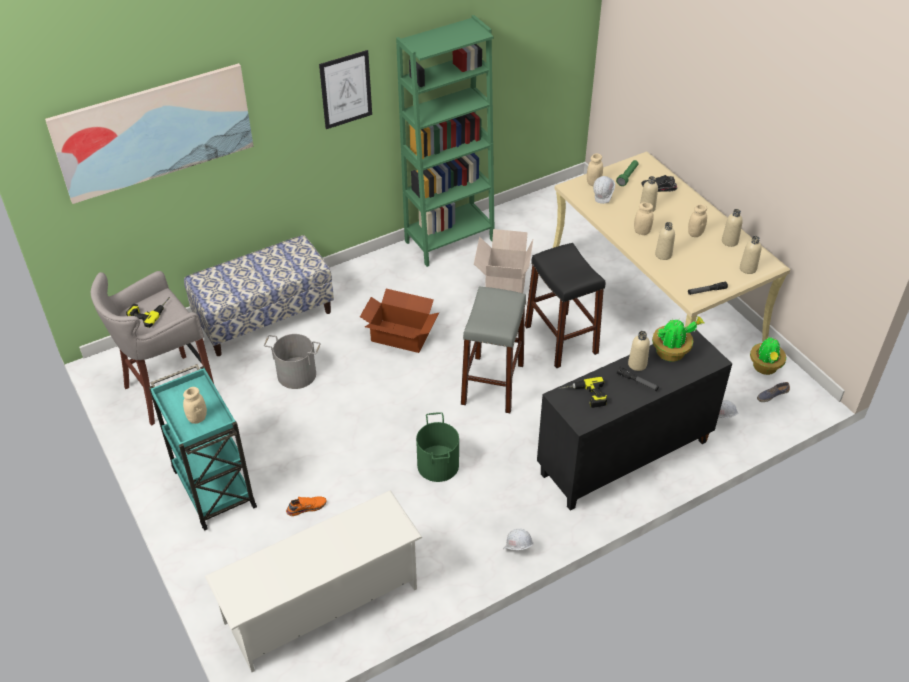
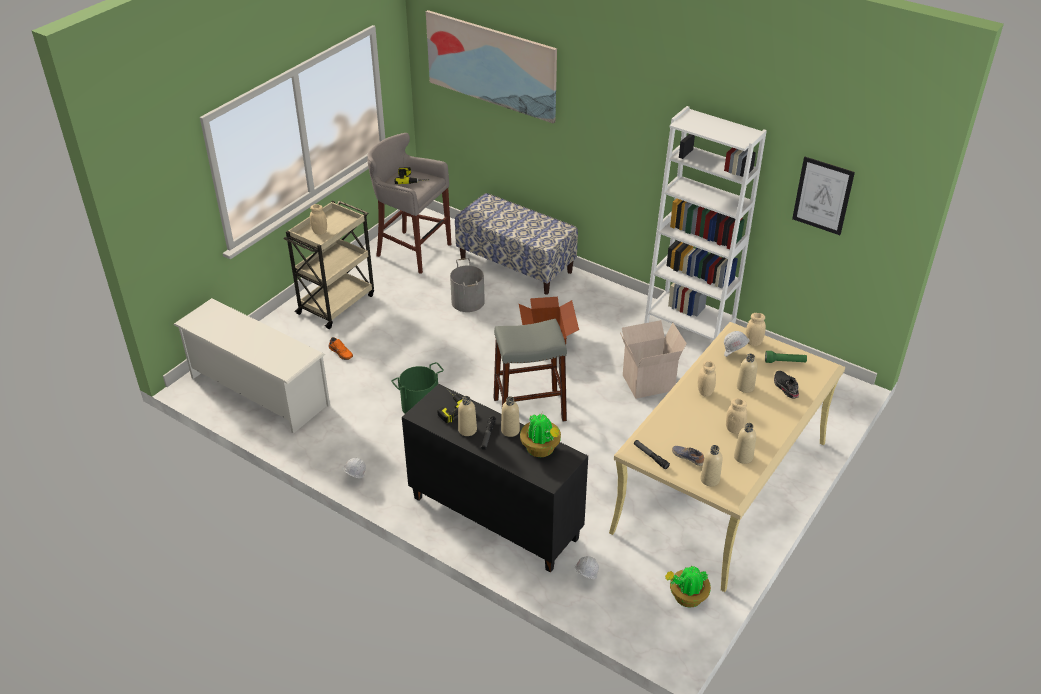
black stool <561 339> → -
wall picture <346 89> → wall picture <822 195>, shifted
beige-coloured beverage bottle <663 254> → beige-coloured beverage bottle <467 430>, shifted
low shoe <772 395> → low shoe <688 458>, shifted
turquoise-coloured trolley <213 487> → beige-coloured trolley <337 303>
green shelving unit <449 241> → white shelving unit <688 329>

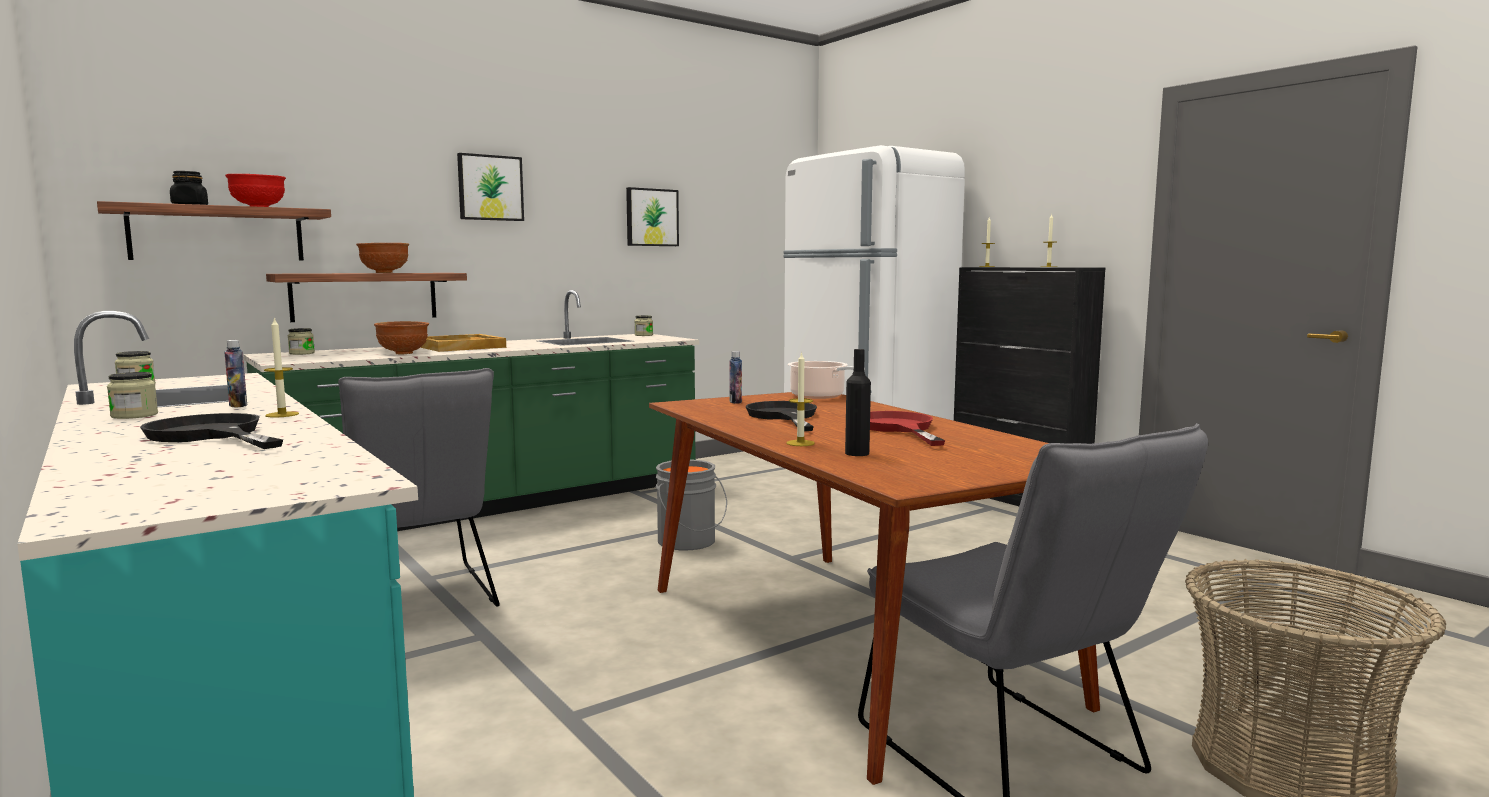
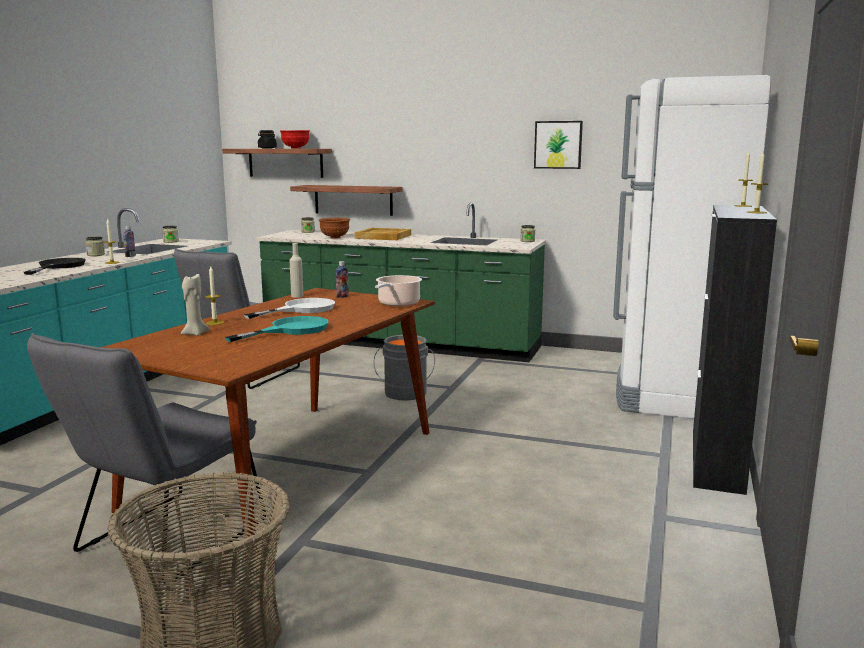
brown bowl <384 272> → -
wall picture <490 188> → -
- → beige-coloured beverage bottle <297 296>
black beverage bottle <857 453> → beige-coloured wax candle <194 334>
black pan <784 416> → white pan <301 309>
reddish pan <898 428> → turquoise-coloured pan <291 330>

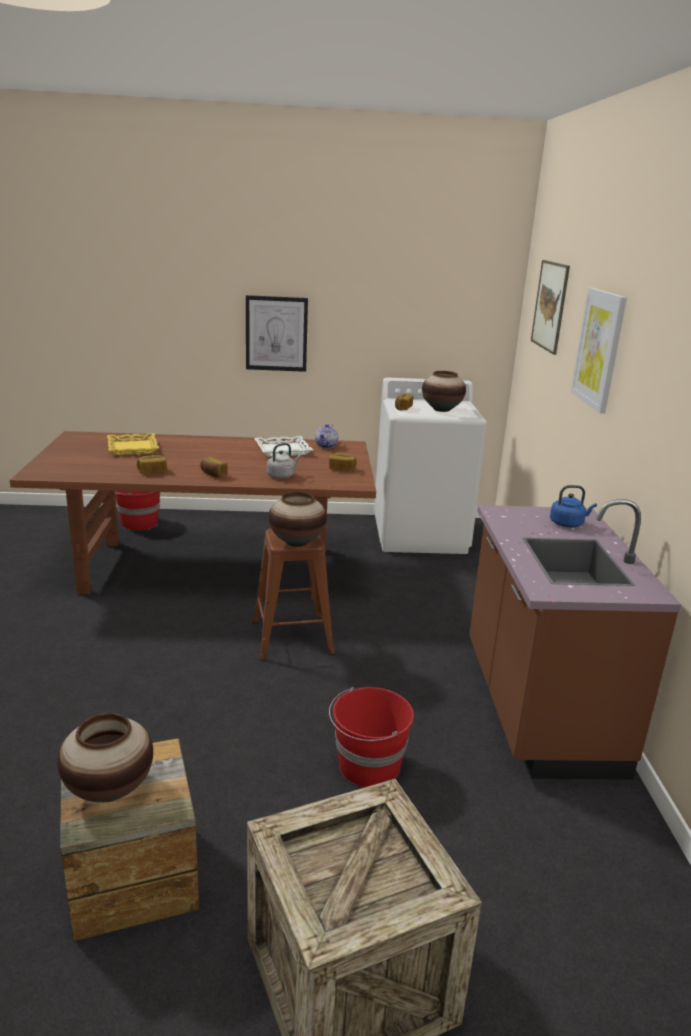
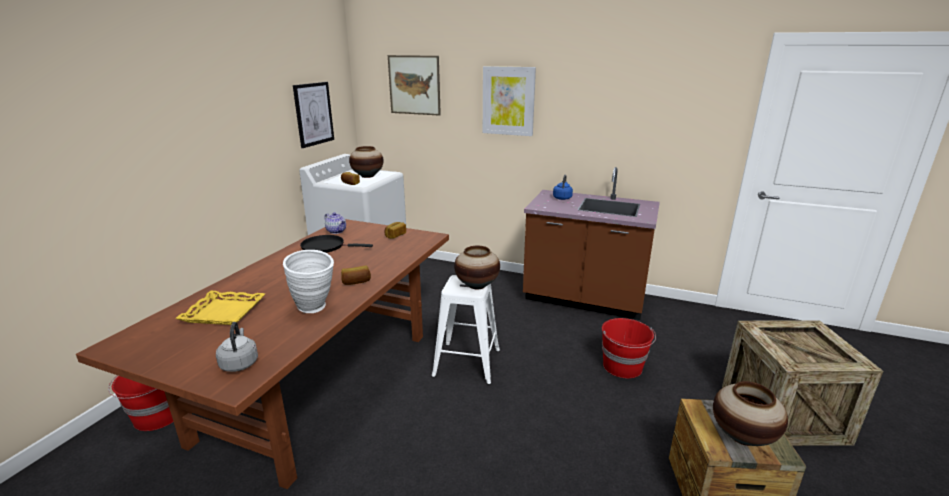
wall picture <276 333> → wall picture <313 114>, shifted
gray tea kettle <282 475> → gray tea kettle <239 363>, shifted
bread <152 471> → white flower vase <315 309>
white serving tray <283 450> → black pan <326 247>
brown stool <293 637> → white stool <468 362>

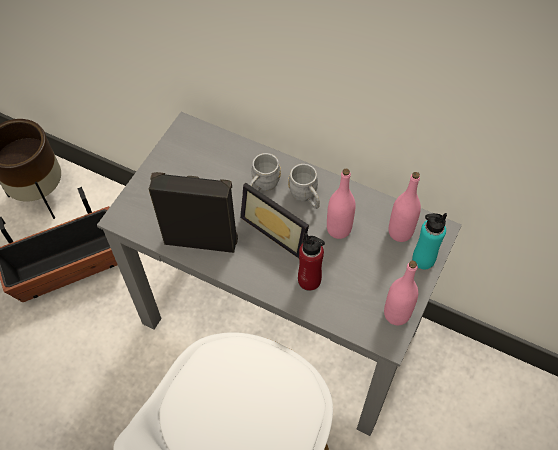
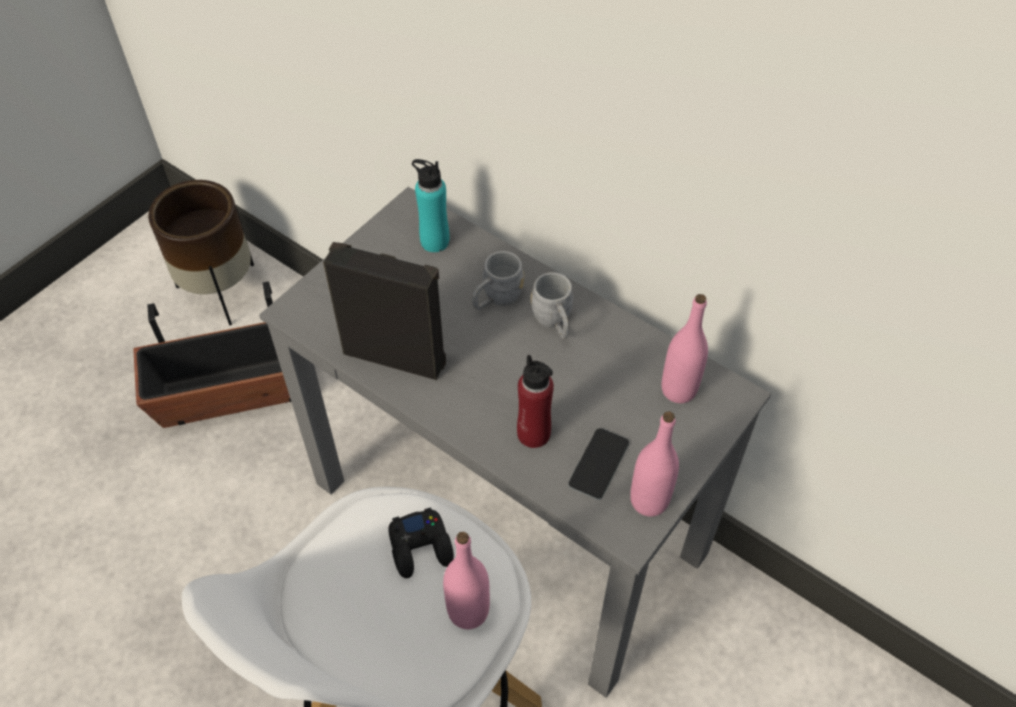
photo frame <278 228> → -
- → black gamepad <421 547>
- → telephone <598 464>
pinkish beverage bottle <338 229> → pinkish beverage bottle <468 611>, shifted
turquoise-coloured beverage bottle <423 259> → turquoise-coloured beverage bottle <434 241>, shifted

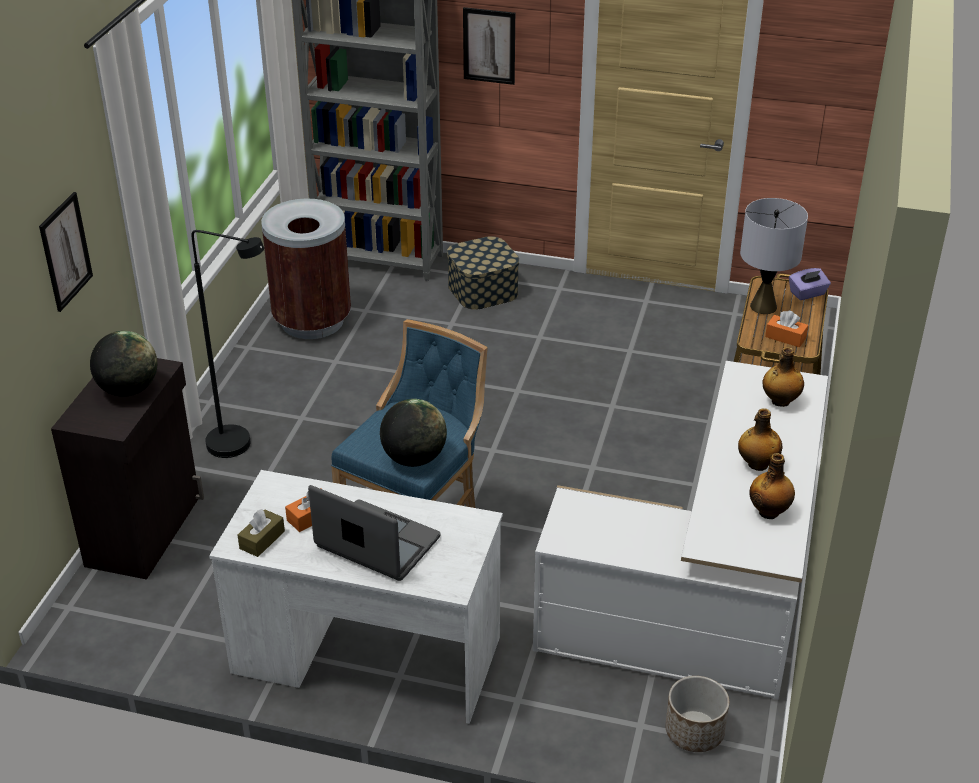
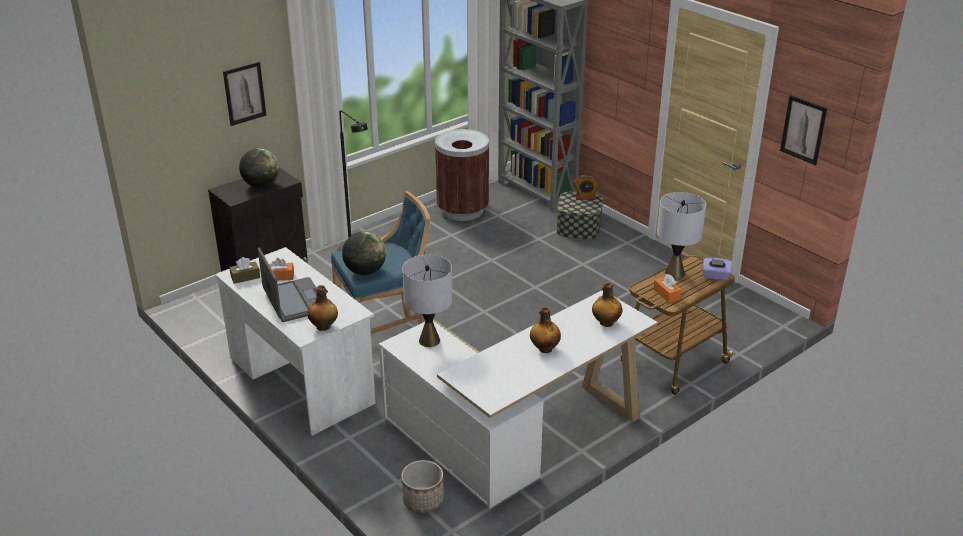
- → gray tabletop lamp <429 340>
- → alarm clock <585 197>
wall picture <489 46> → wall picture <803 130>, shifted
beverage bottle <769 512> → beverage bottle <324 327>, shifted

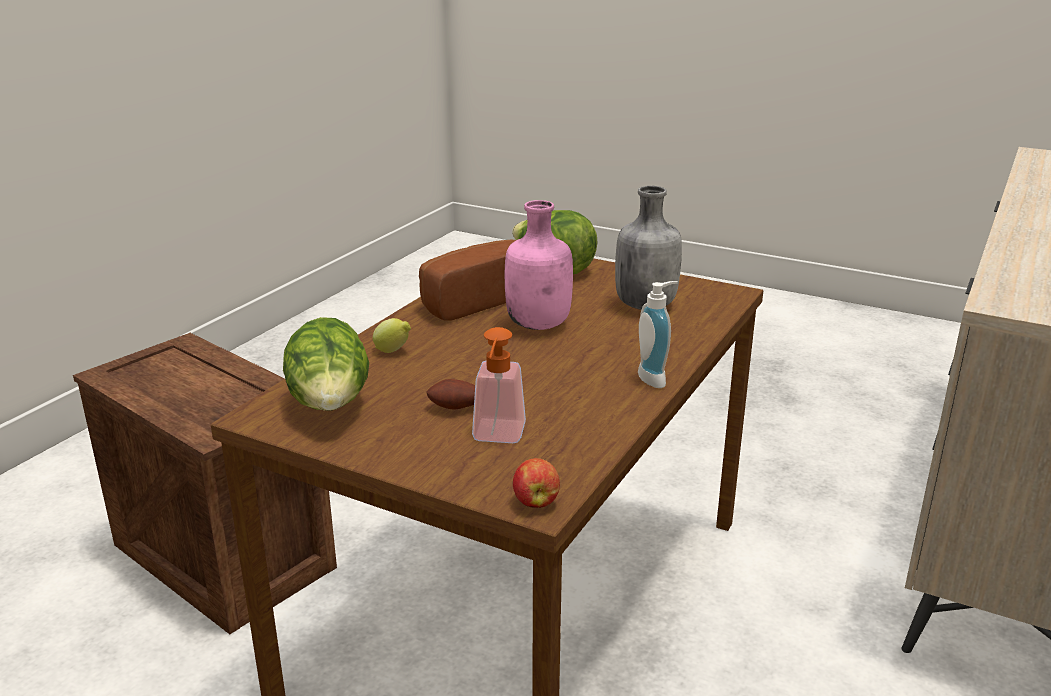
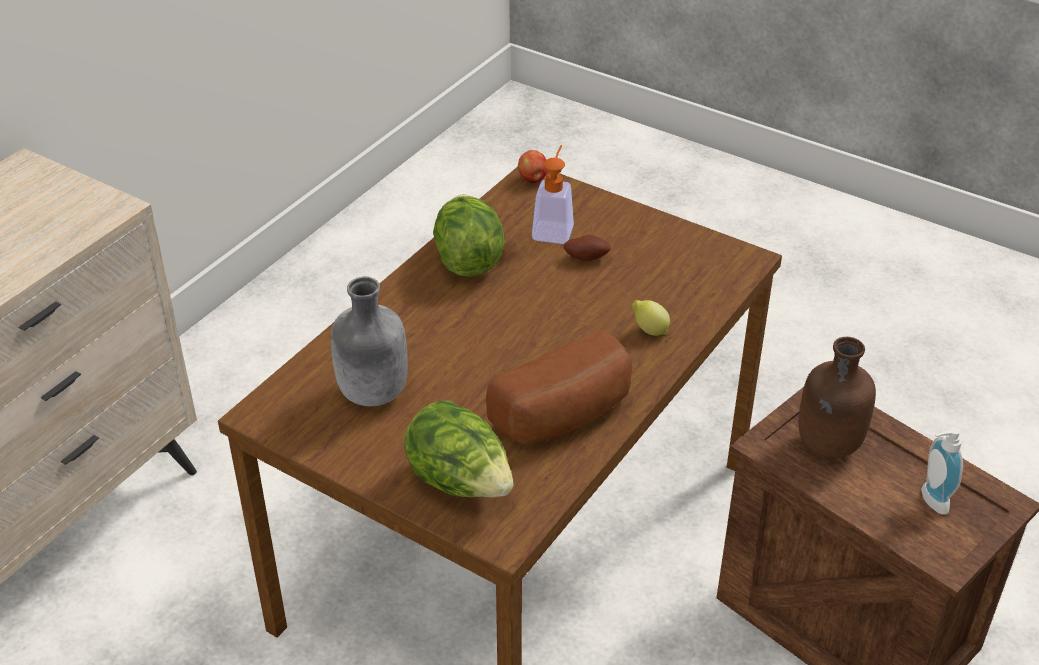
pinkish beverage bottle <540 324> → -
- → brown beverage bottle <827 444>
lettuce head <331 407> → lettuce head <468 259>, shifted
soap bottle <656 378> → soap bottle <930 501>, shifted

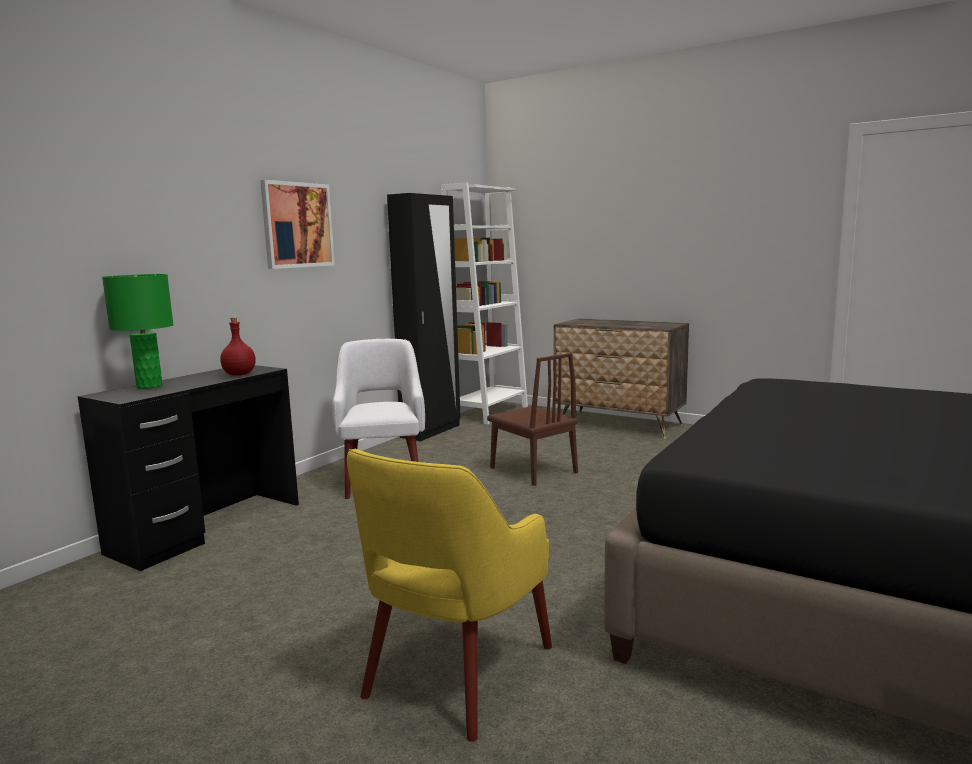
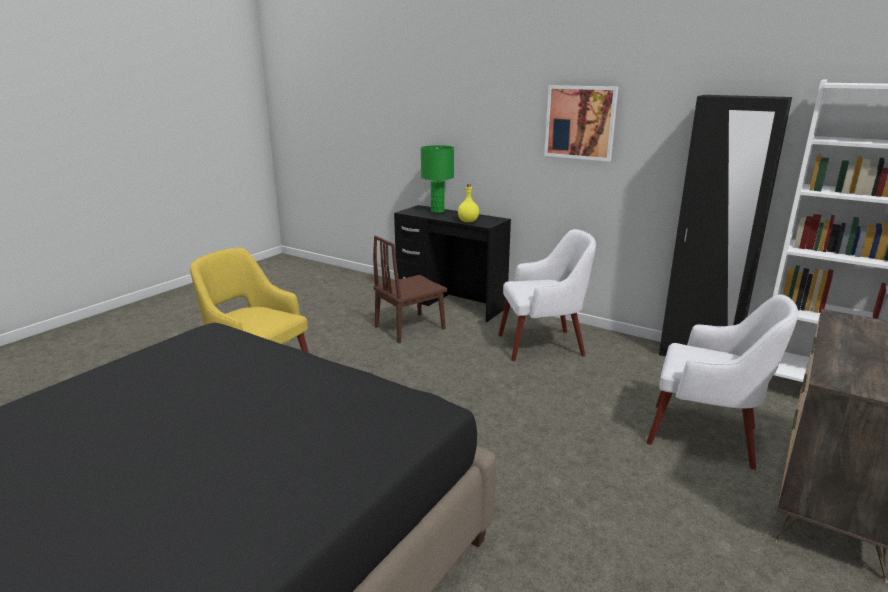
- → white easy chair <706 436>
brown plain chair <533 470> → brown plain chair <410 327>, shifted
reddish beverage bottle <239 374> → yellow-coloured beverage bottle <468 221>

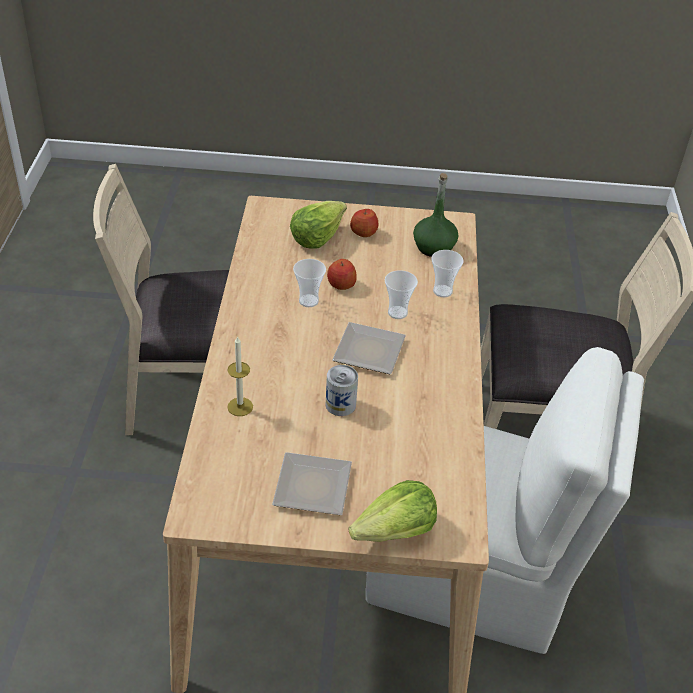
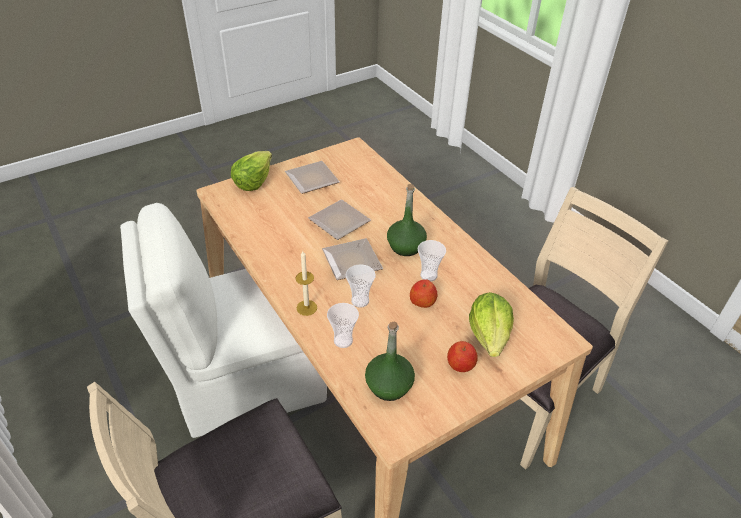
- → green beverage bottle <406 246>
wax candle <240 407> → wax candle <306 307>, shifted
metal can <340 404> → dinner plate <337 222>

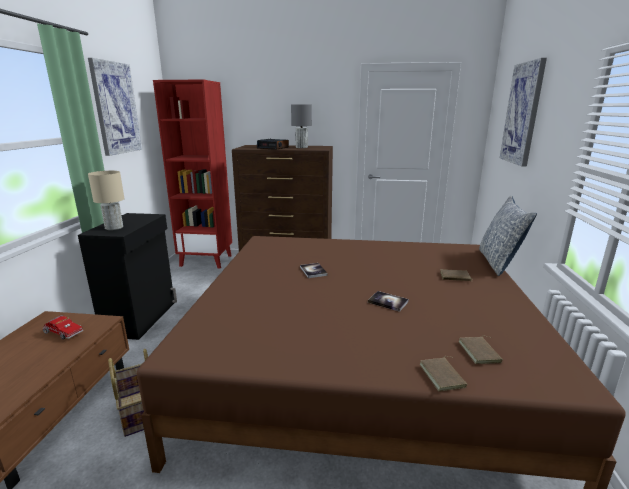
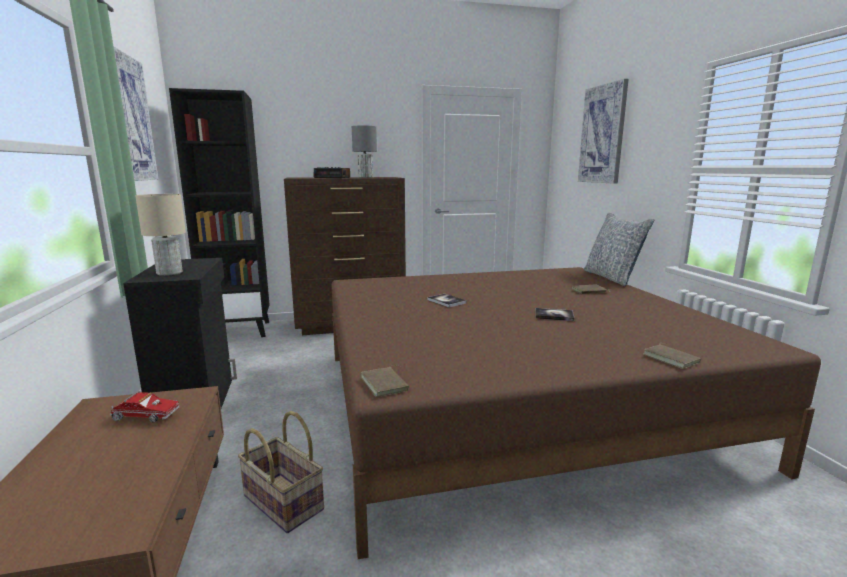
brown book <480 352> → brown book <386 384>, shifted
reddish shelving unit <207 260> → black shelving unit <239 331>

